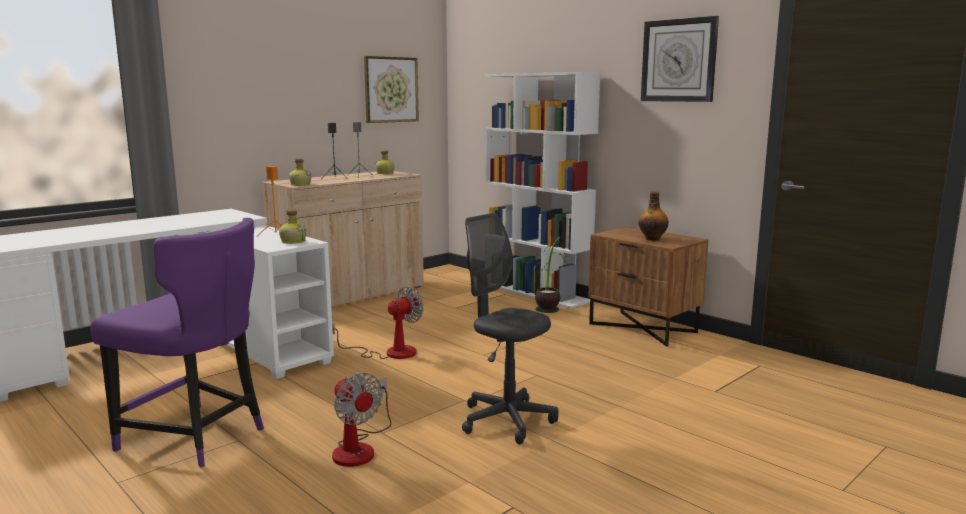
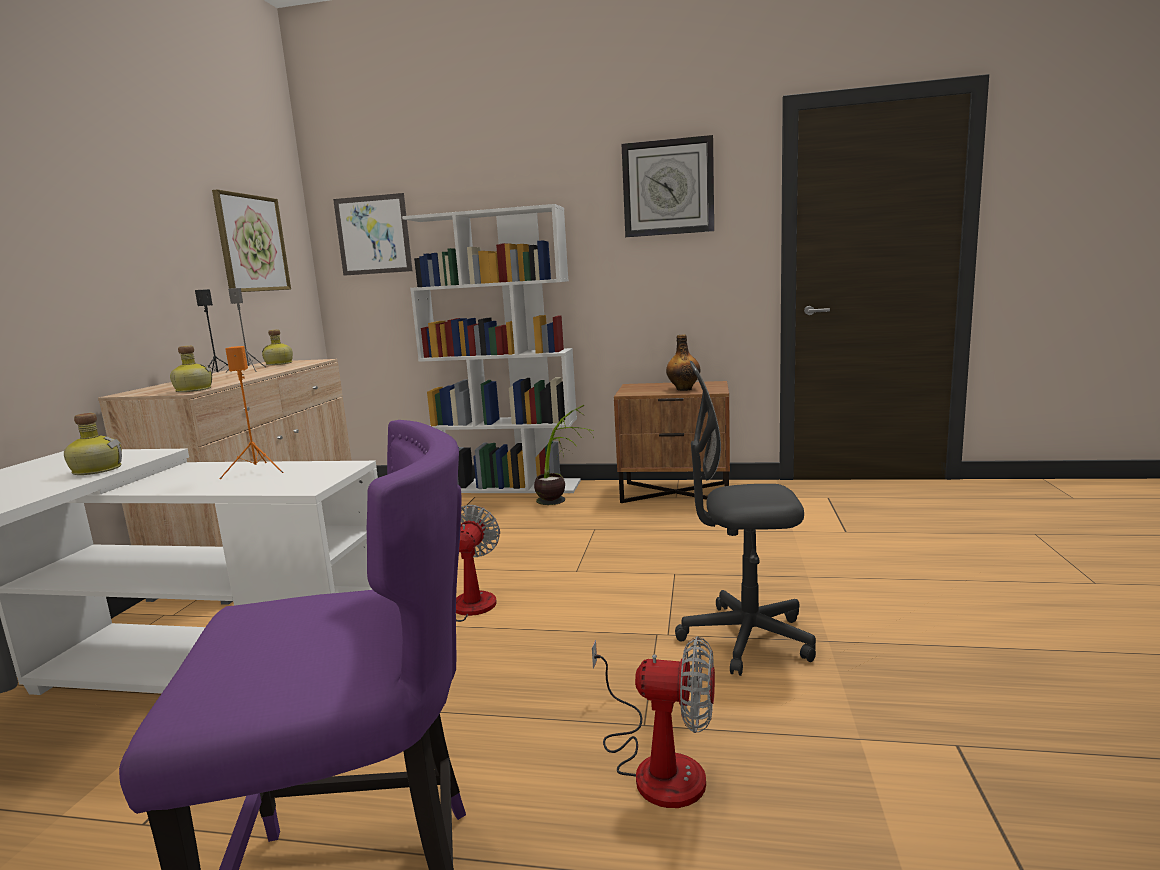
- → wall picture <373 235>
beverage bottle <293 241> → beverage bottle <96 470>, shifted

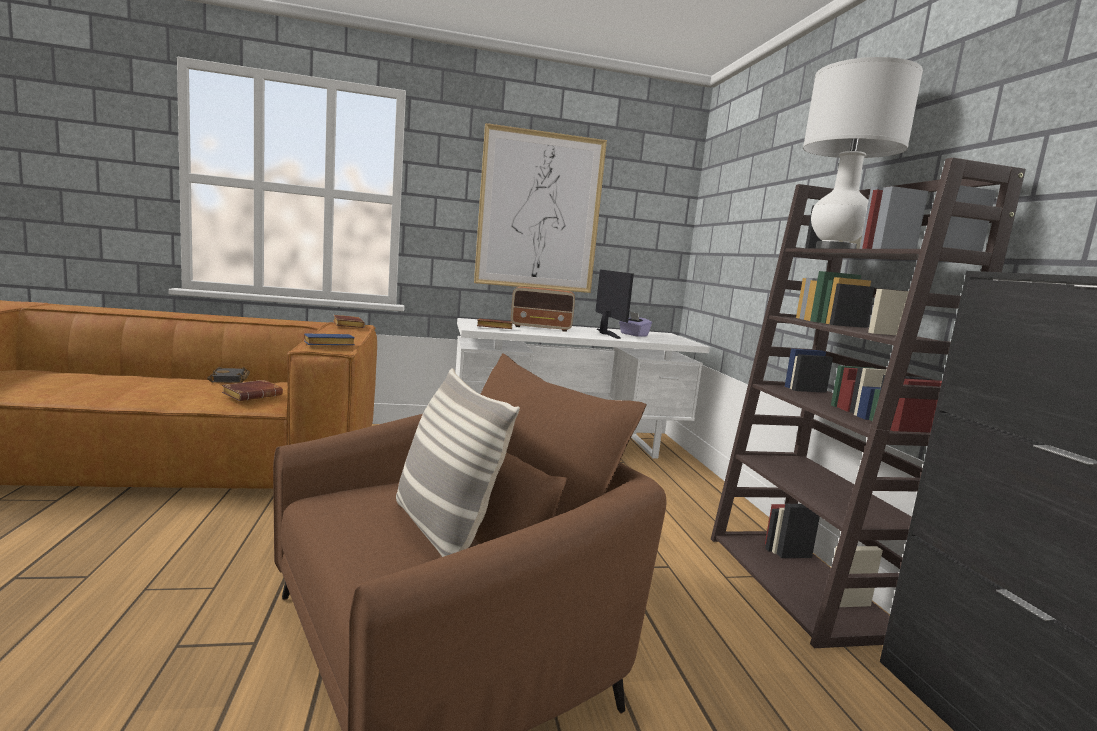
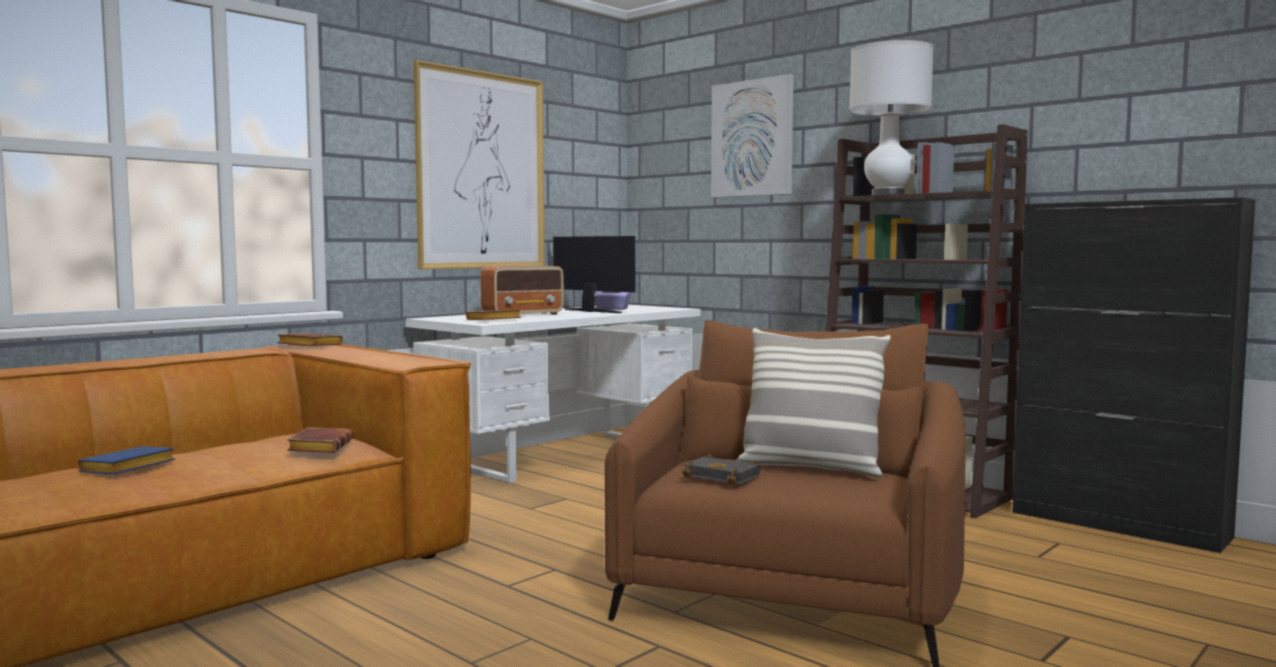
- → wall picture <752 138>
black book <231 379> → black book <724 476>, shifted
bluish book <327 345> → bluish book <127 469>, shifted

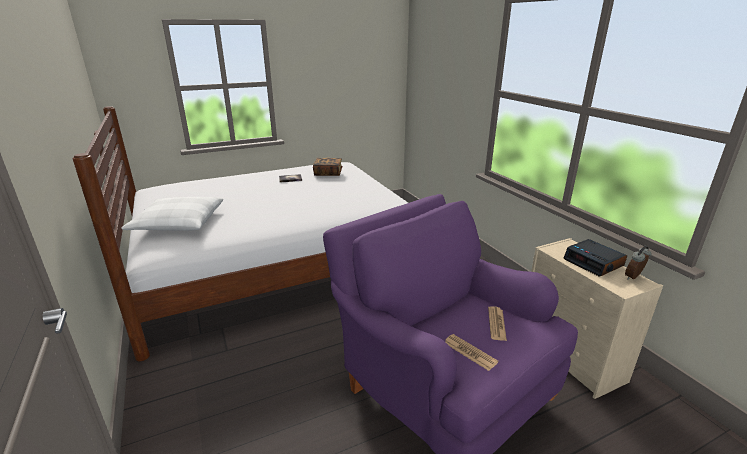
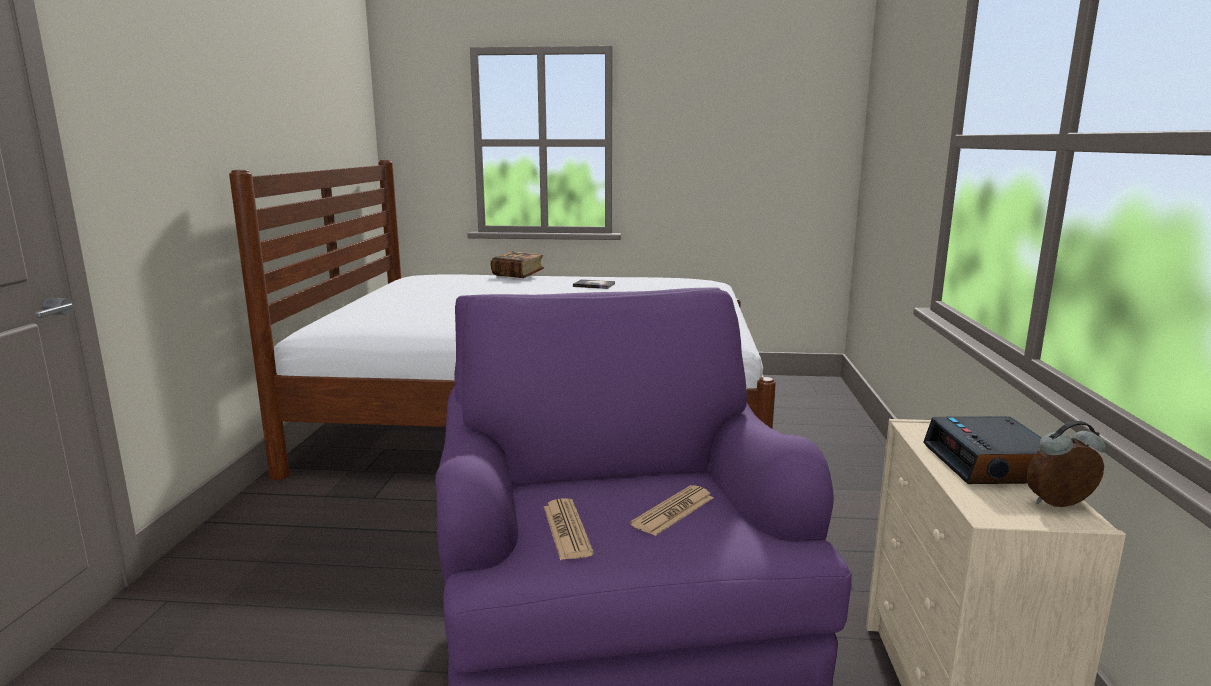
white throw pillow <178 223> → -
book <328 173> → book <518 275>, shifted

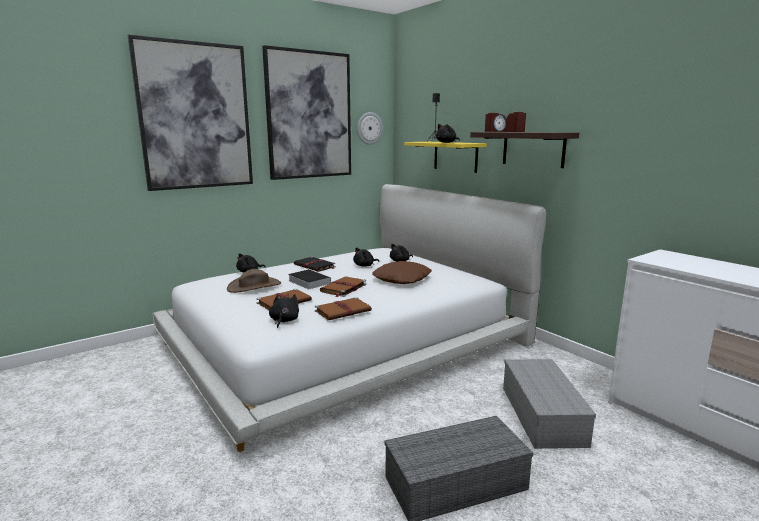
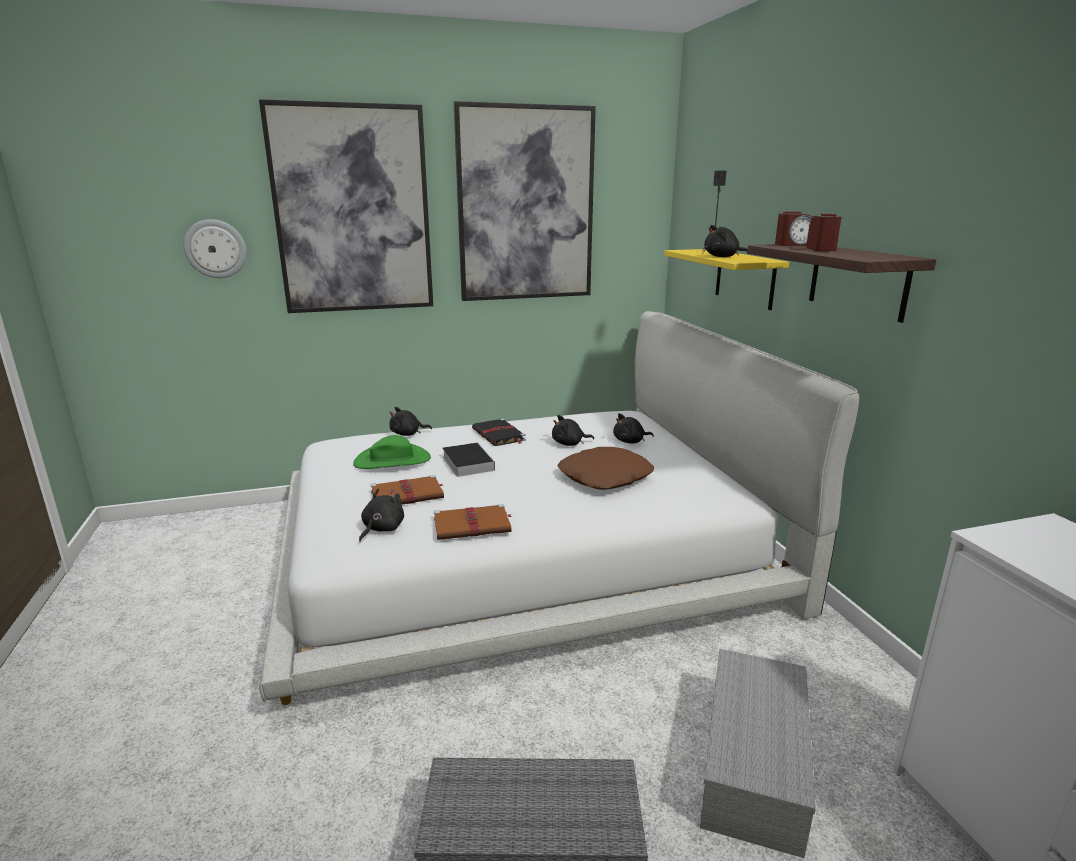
brown book <343 288> → -
hanging clock <369 128> → hanging clock <215 249>, shifted
brown hat <254 286> → green hat <392 460>

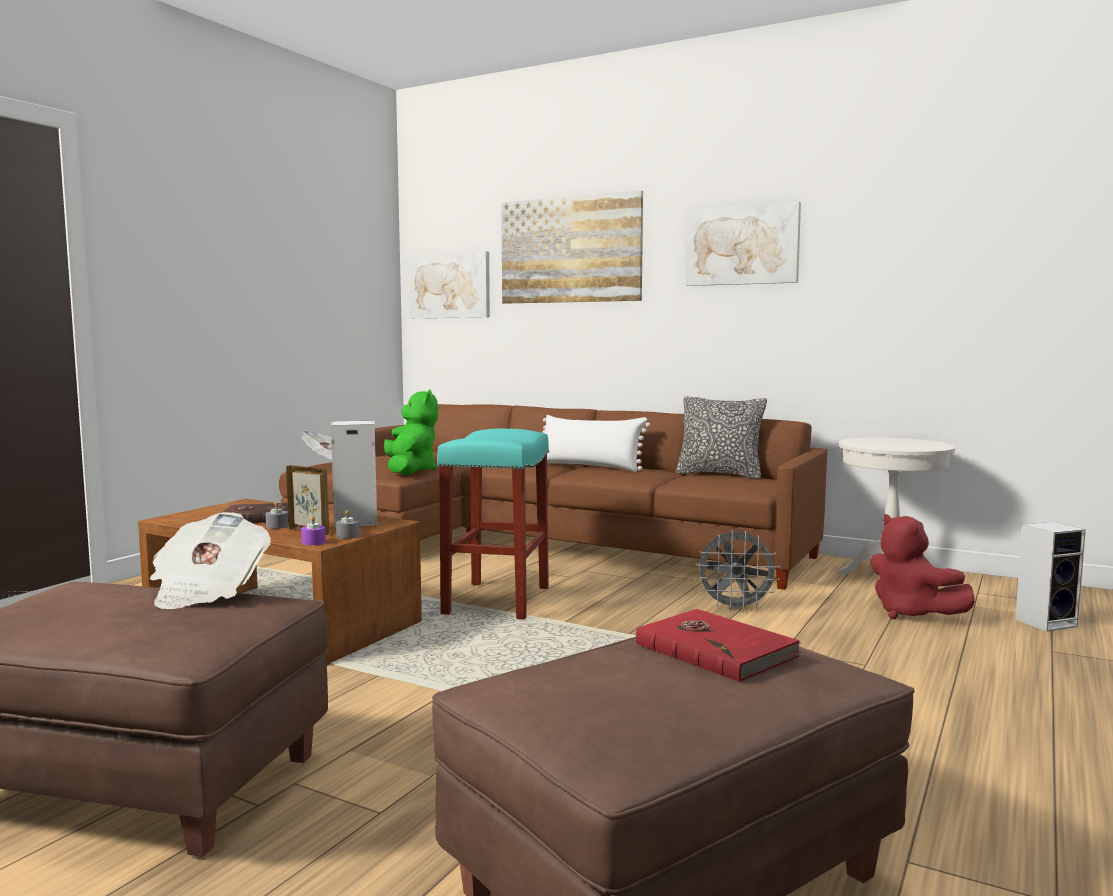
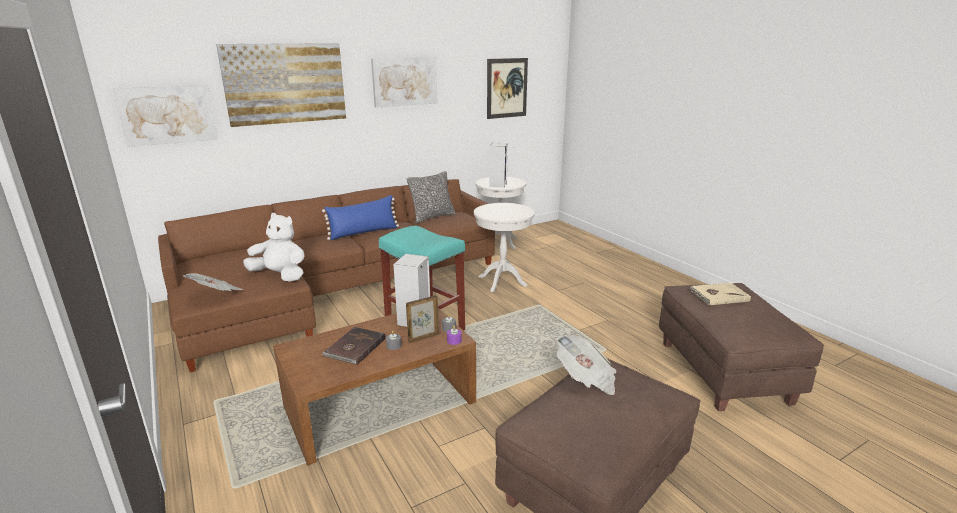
reddish cuddly toy <911 614> → -
- → wall picture <507 88>
loudspeaker <1046 622> → loudspeaker <497 185>, shifted
gray electric fan <735 608> → white side table <502 281>
green cuddly toy <410 471> → white cuddly toy <280 276>
white throw pillow <589 466> → bluish throw pillow <363 232>
reddish book <716 649> → beige-coloured book <718 296>

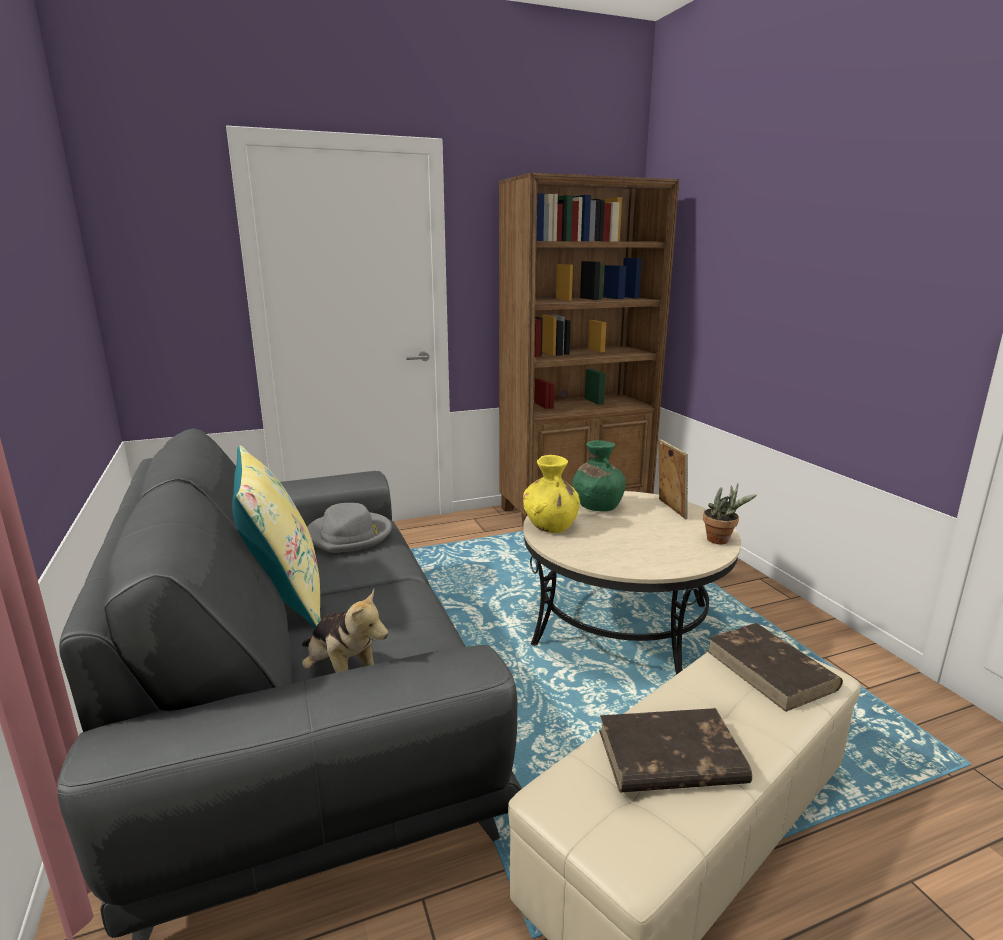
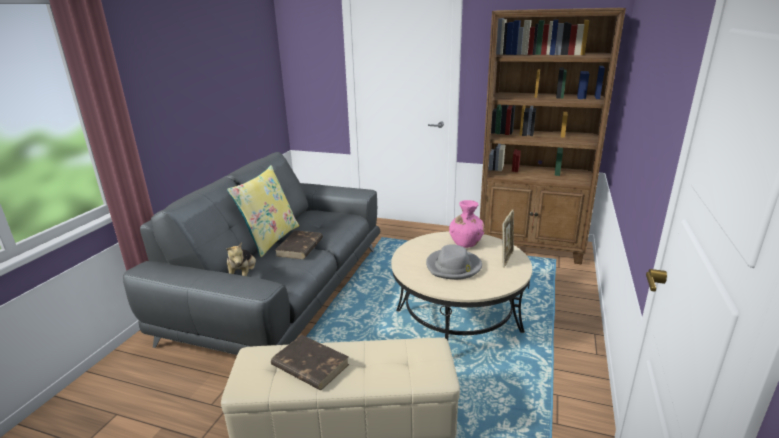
yellow-coloured flower vase <551 526> → -
potted plant <721 541> → -
gray hat <350 535> → gray hat <453 267>, shifted
brown book <771 670> → brown book <299 247>, shifted
green flower vase <597 506> → pinkish flower vase <466 243>

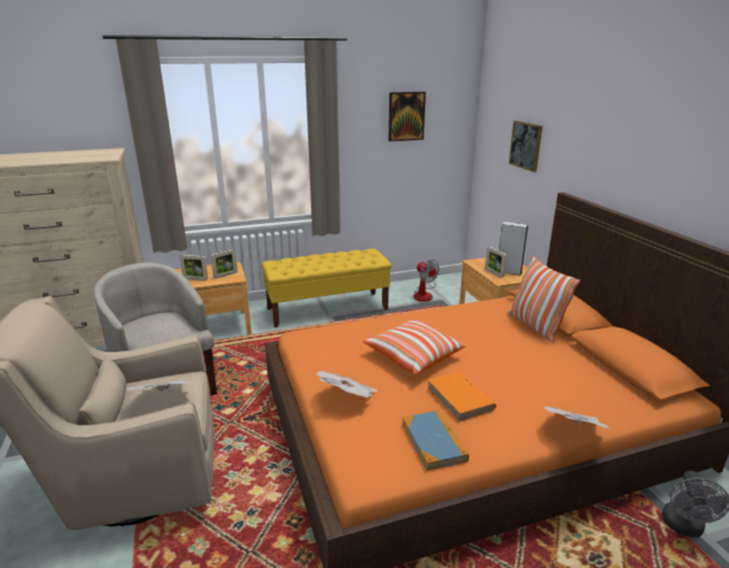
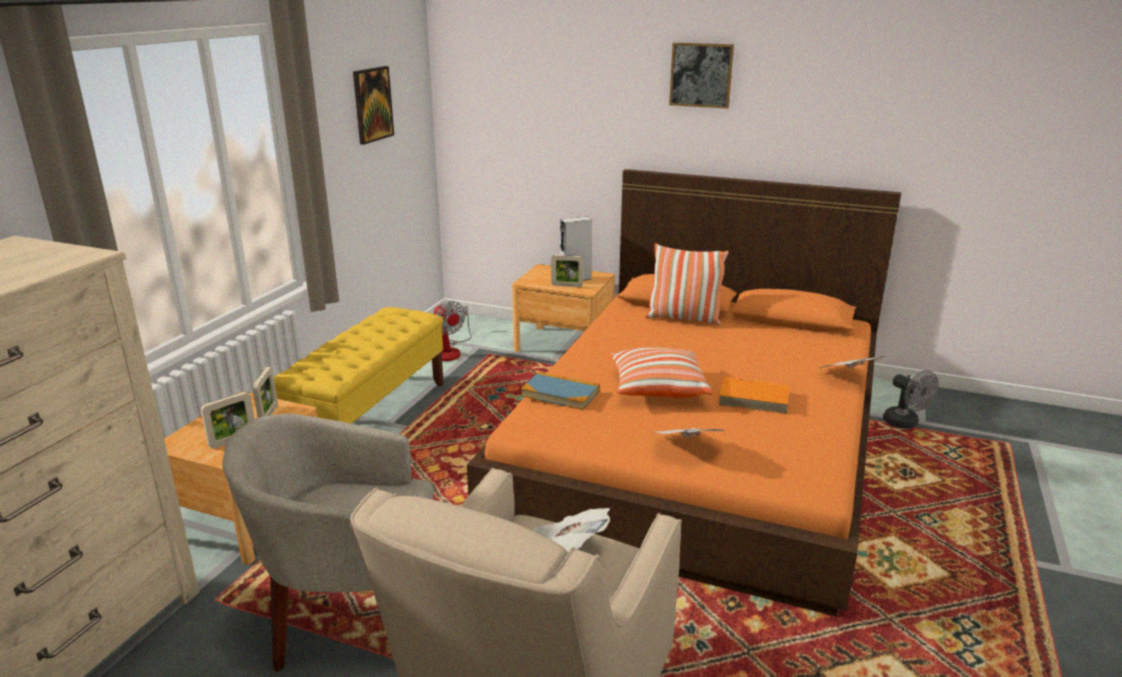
book <434 442> → book <560 393>, shifted
wall picture <526 145> → wall picture <701 75>, shifted
electric fan <424 294> → electric fan <450 351>, 45 degrees clockwise

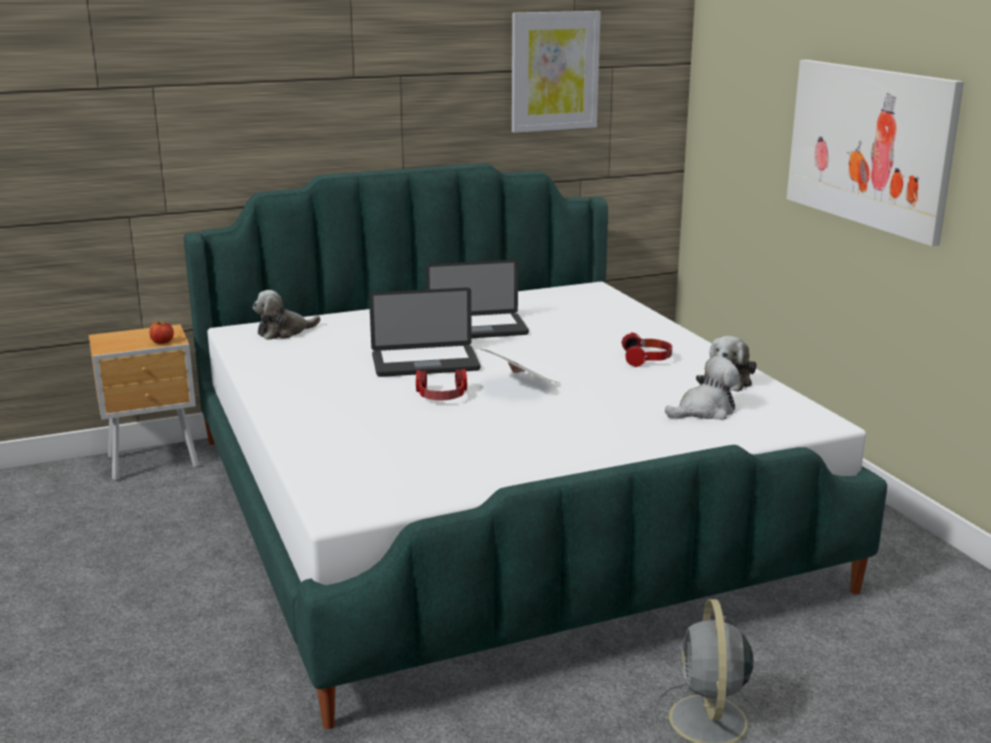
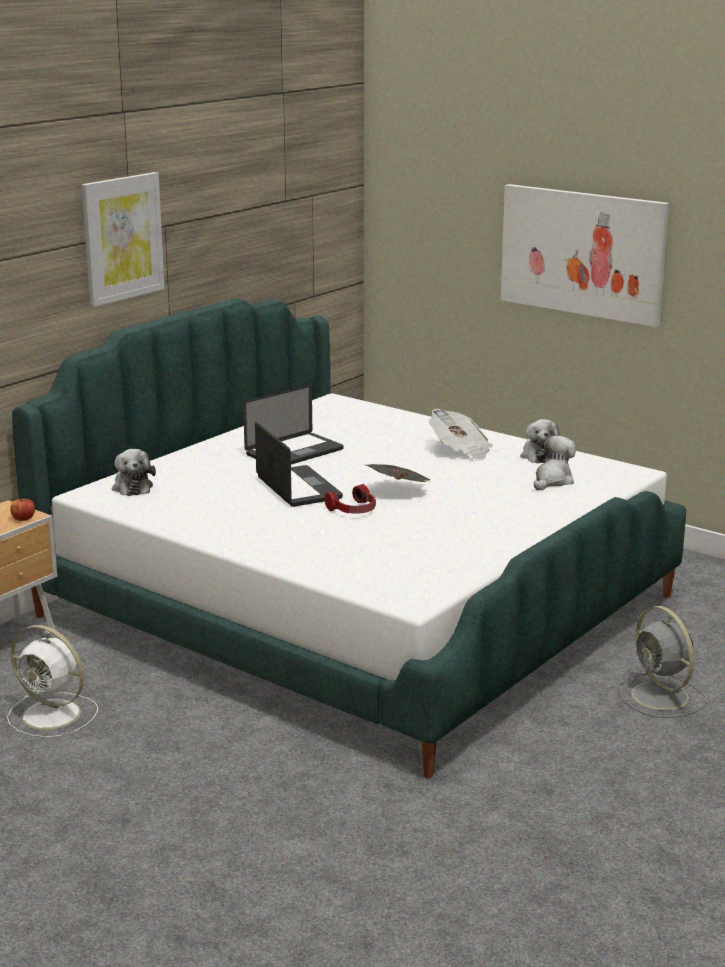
- → white electric fan <53 715>
wall picture <554 71> → wall picture <122 238>, shifted
pair of headphones <647 359> → daily paper <460 451>
cuddly toy <284 332> → cuddly toy <132 487>, 45 degrees counterclockwise
portable computer <425 363> → portable computer <298 488>, 75 degrees counterclockwise

